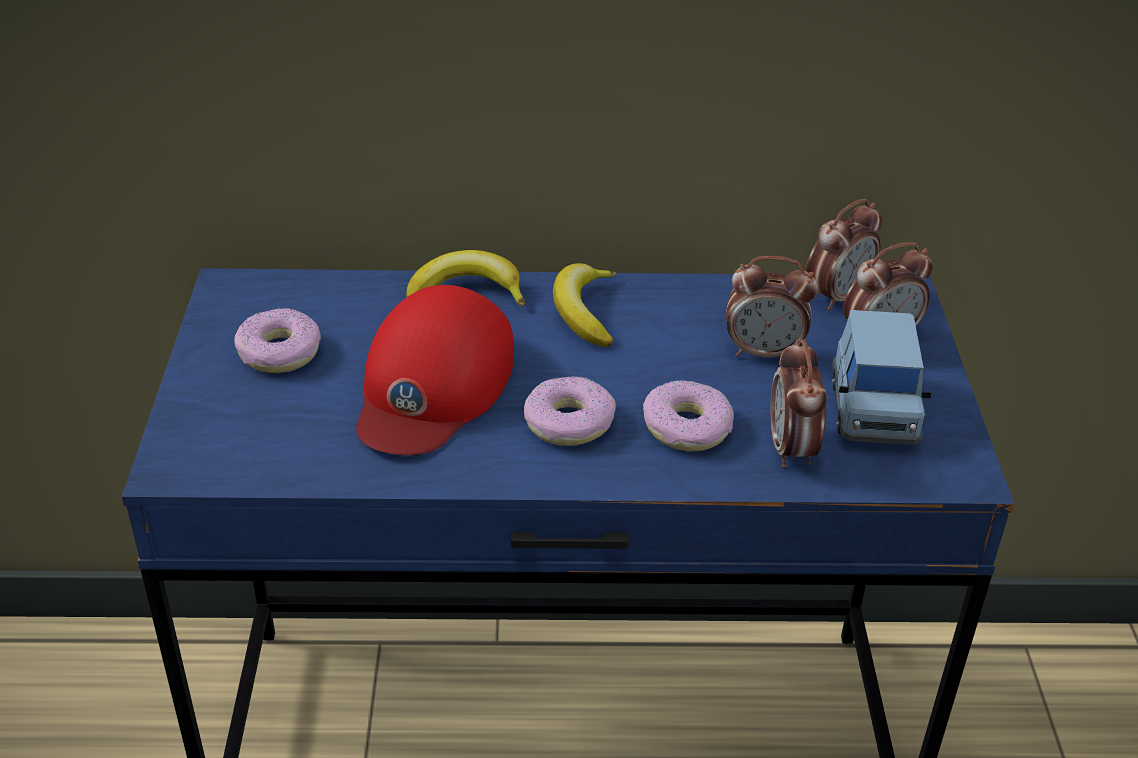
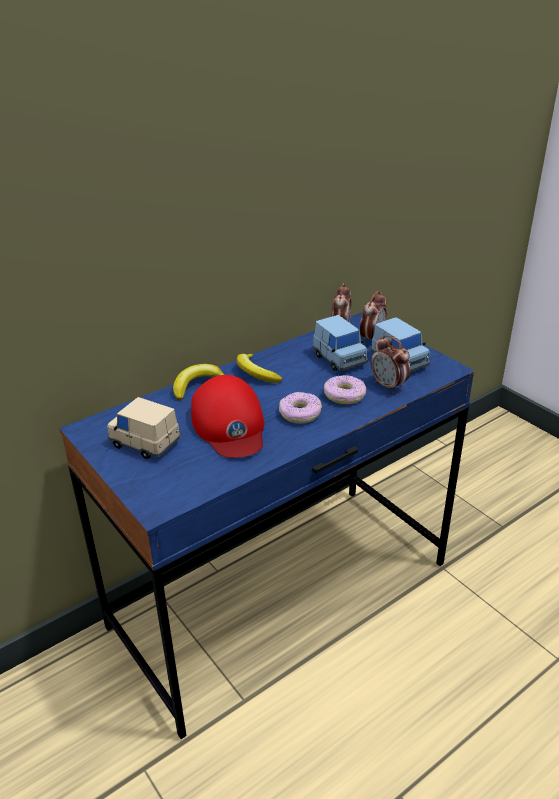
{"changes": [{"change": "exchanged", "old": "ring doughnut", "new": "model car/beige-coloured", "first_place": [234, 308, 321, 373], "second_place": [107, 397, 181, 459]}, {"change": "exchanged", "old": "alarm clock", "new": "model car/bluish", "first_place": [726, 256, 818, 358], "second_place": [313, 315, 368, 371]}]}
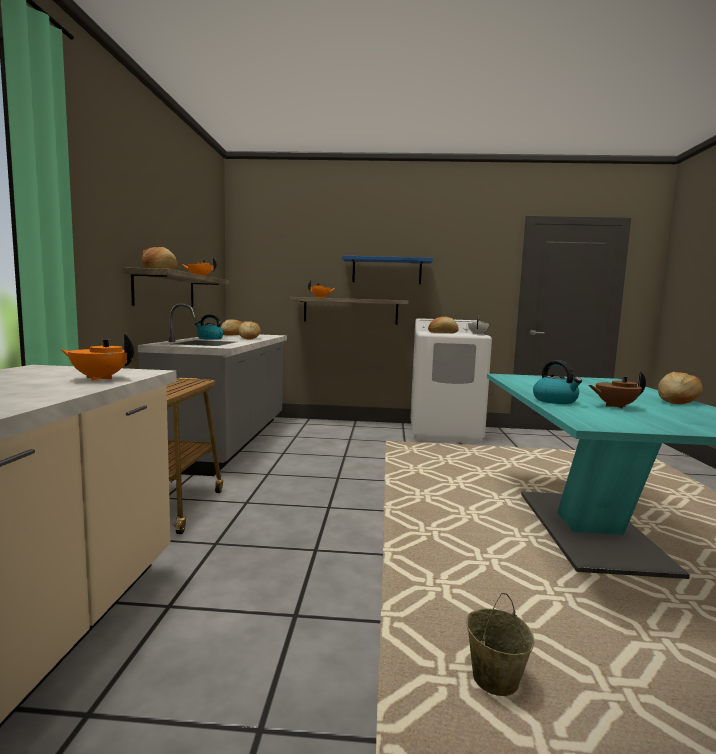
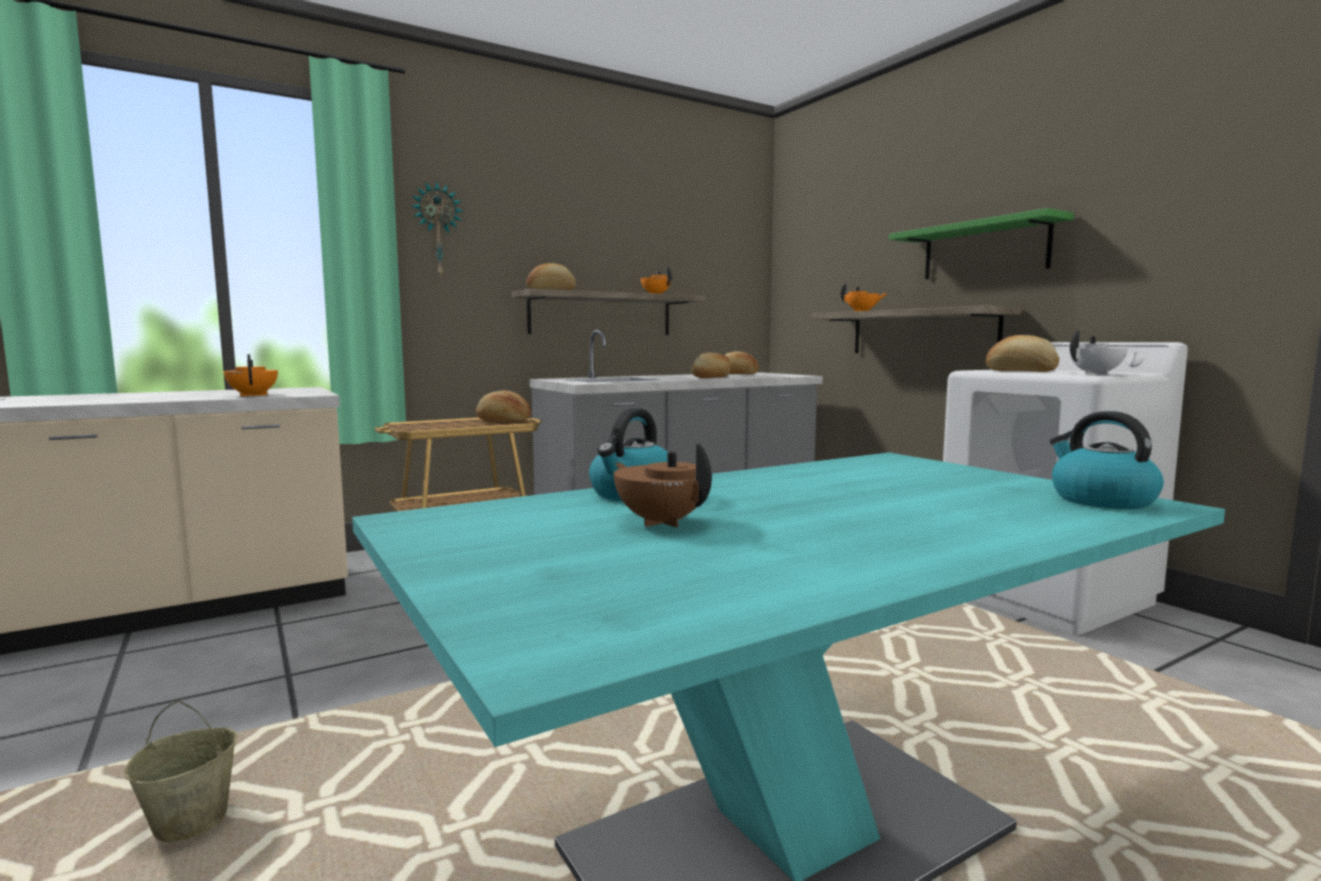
{"changes": [{"change": "relocated", "old": "water kettle", "first_place": [195, 315, 224, 340], "second_place": [1050, 411, 1164, 509]}, {"change": "colour", "old": "bracket shelf/bluish", "new": "bracket shelf/greenish", "first_place": [342, 256, 433, 284], "second_place": [889, 208, 1074, 279]}, {"change": "relocated", "old": "baked bread", "first_place": [658, 372, 703, 404], "second_place": [476, 391, 531, 421]}, {"change": "appeared", "new": "wall clock", "second_place": [412, 181, 463, 278]}]}
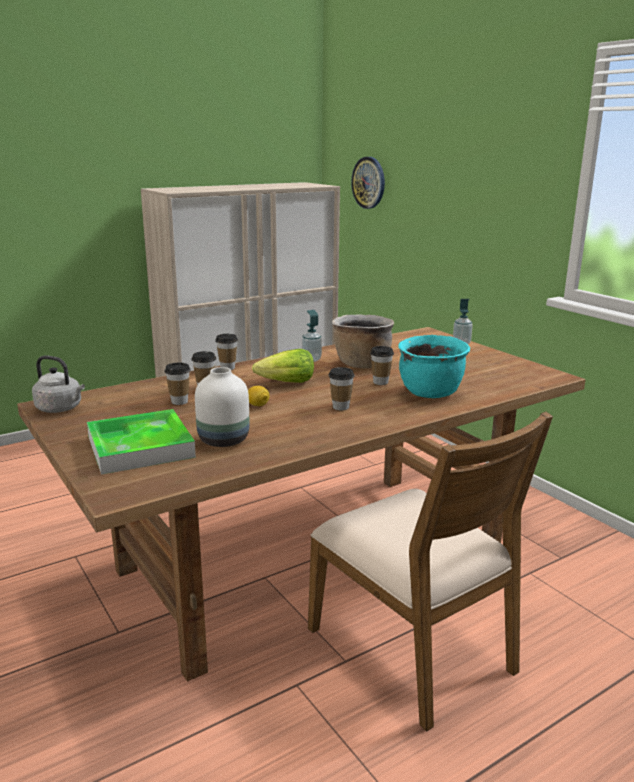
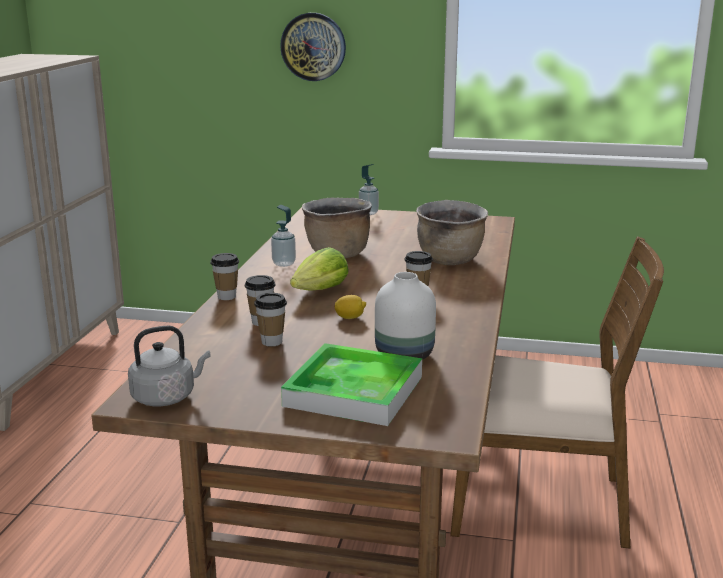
{"changes": [{"change": "relocated", "old": "wall clock", "first_place": [351, 157, 385, 209], "second_place": [280, 13, 346, 81]}, {"change": "missing", "old": "small cup", "first_place": [370, 346, 394, 385]}, {"change": "colour", "old": "stockpot/turquoise-coloured", "new": "stockpot/brownish", "first_place": [398, 335, 470, 398], "second_place": [416, 200, 488, 265]}]}
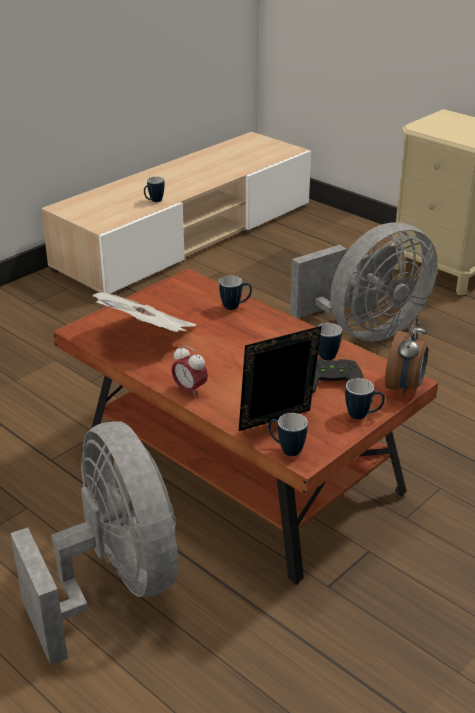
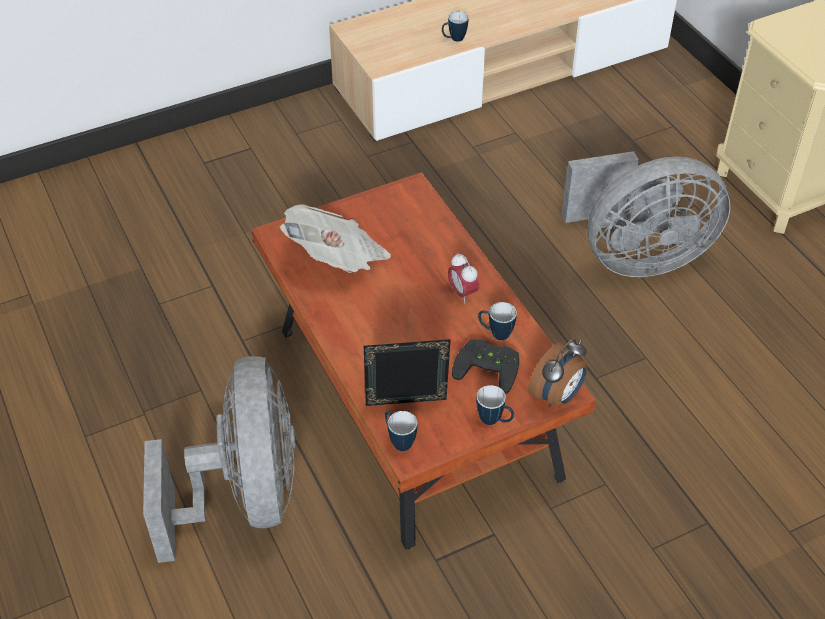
{"changes": [{"change": "relocated", "old": "alarm clock", "first_place": [171, 345, 208, 398], "second_place": [448, 253, 479, 303]}, {"change": "missing", "old": "mug", "first_place": [219, 275, 252, 310]}]}
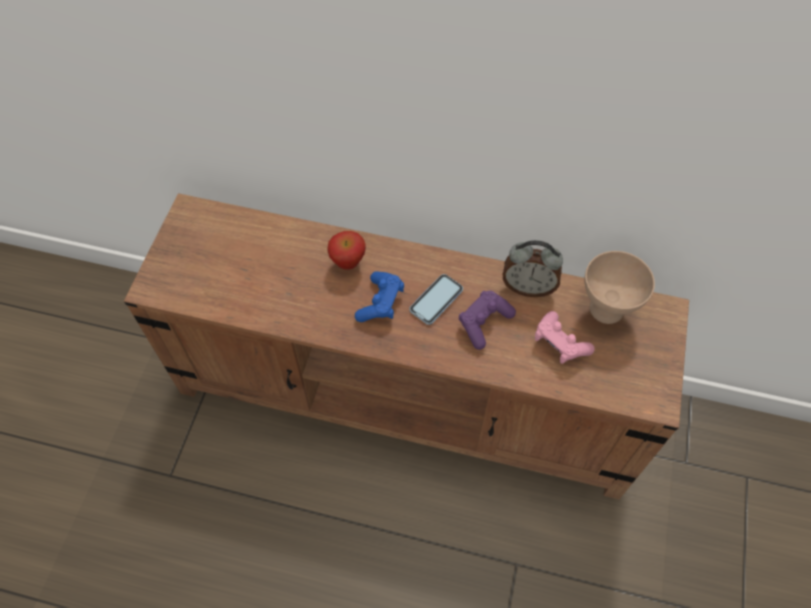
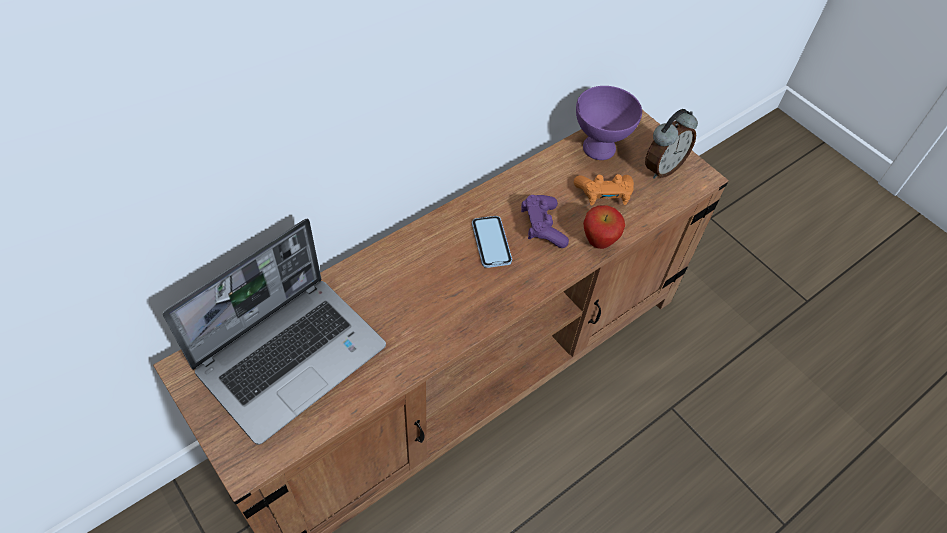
{"changes": [{"change": "relocated", "old": "apple", "first_place": [328, 231, 366, 270], "second_place": [583, 205, 625, 249]}, {"change": "missing", "old": "gamepad/bluish", "first_place": [355, 272, 404, 322]}, {"change": "relocated", "old": "alarm clock", "first_place": [503, 240, 563, 297], "second_place": [645, 109, 698, 179]}, {"change": "colour", "old": "gamepad/pinkish", "new": "gamepad/orangey", "first_place": [535, 311, 595, 364], "second_place": [574, 174, 634, 206]}, {"change": "colour", "old": "serving bowl/beige-coloured", "new": "serving bowl/purple-coloured", "first_place": [584, 251, 655, 324], "second_place": [576, 86, 642, 160]}, {"change": "appeared", "new": "laptop", "second_place": [163, 219, 386, 445]}]}
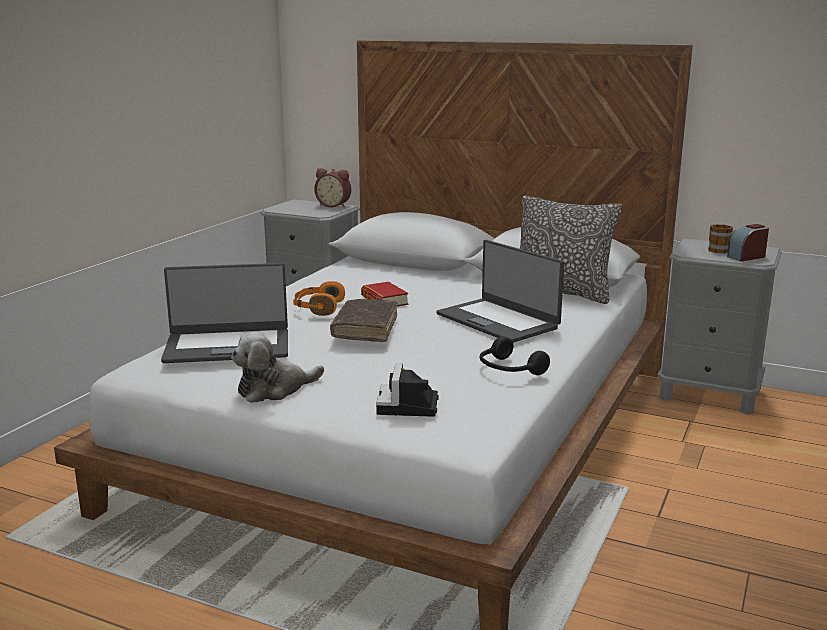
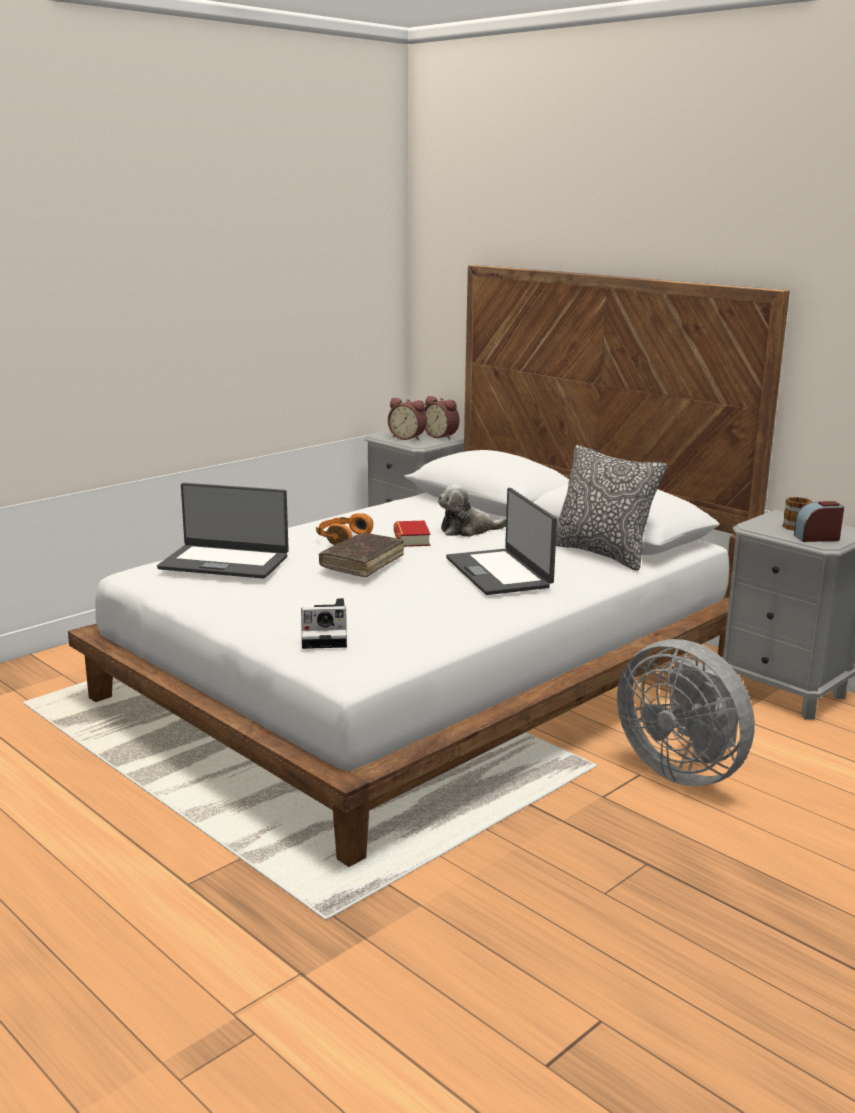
{"changes": [{"change": "relocated", "old": "plush toy", "first_place": [231, 332, 324, 403], "second_place": [438, 484, 506, 537]}, {"change": "spun", "old": "photo camera", "first_place": [376, 363, 439, 417], "second_place": [301, 598, 347, 649], "degrees": -120}, {"change": "missing", "old": "headset/black-coloured", "first_place": [480, 336, 550, 375]}, {"change": "appeared", "new": "alarm clock", "second_place": [388, 398, 427, 440]}, {"change": "appeared", "new": "electric fan/grey", "second_place": [617, 639, 755, 786]}]}
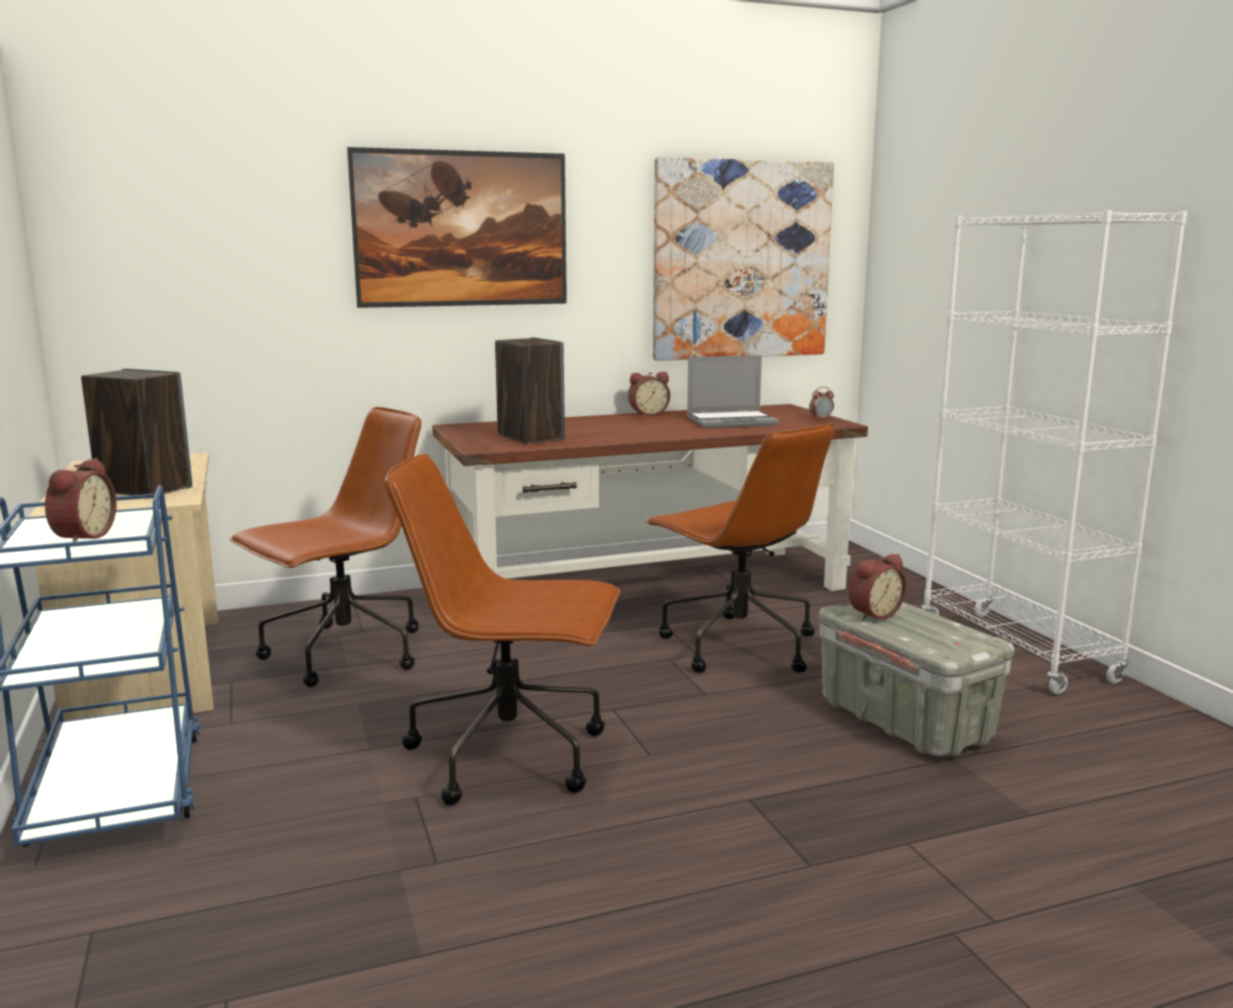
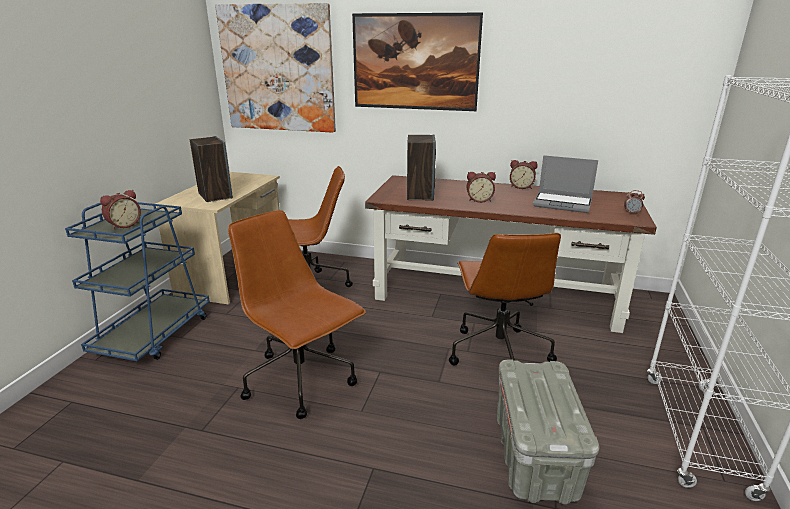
{"changes": [{"change": "relocated", "old": "wall art", "first_place": [653, 157, 834, 361], "second_place": [215, 3, 336, 133]}, {"change": "relocated", "old": "alarm clock", "first_place": [849, 554, 907, 621], "second_place": [467, 172, 496, 203]}]}
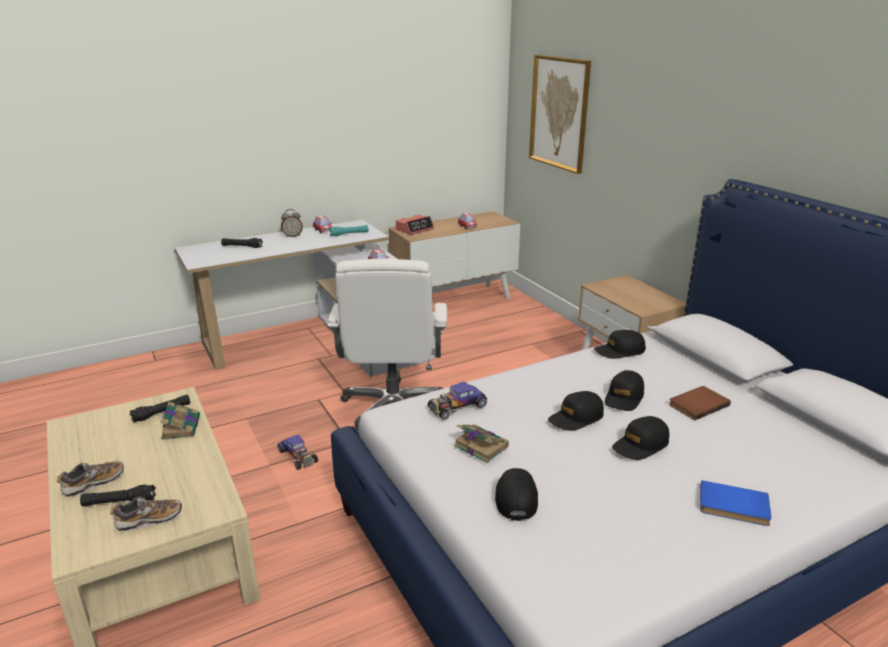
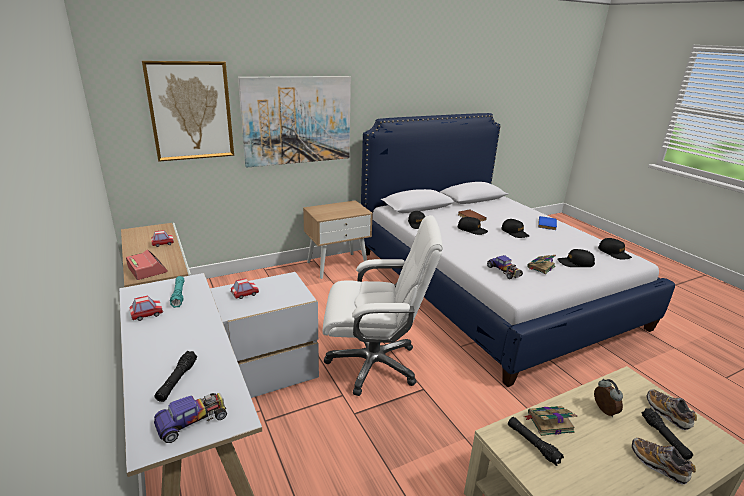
{"changes": [{"change": "relocated", "old": "model car", "first_place": [278, 435, 318, 470], "second_place": [154, 393, 227, 443]}, {"change": "relocated", "old": "alarm clock", "first_place": [281, 209, 303, 237], "second_place": [594, 379, 623, 417]}, {"change": "relocated", "old": "baseball cap/black-coloured", "first_place": [548, 391, 604, 431], "second_place": [598, 238, 632, 259]}, {"change": "appeared", "new": "wall art", "second_place": [238, 76, 351, 168]}]}
